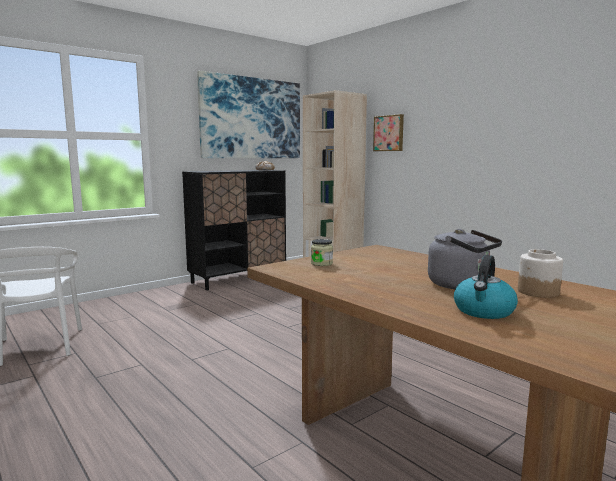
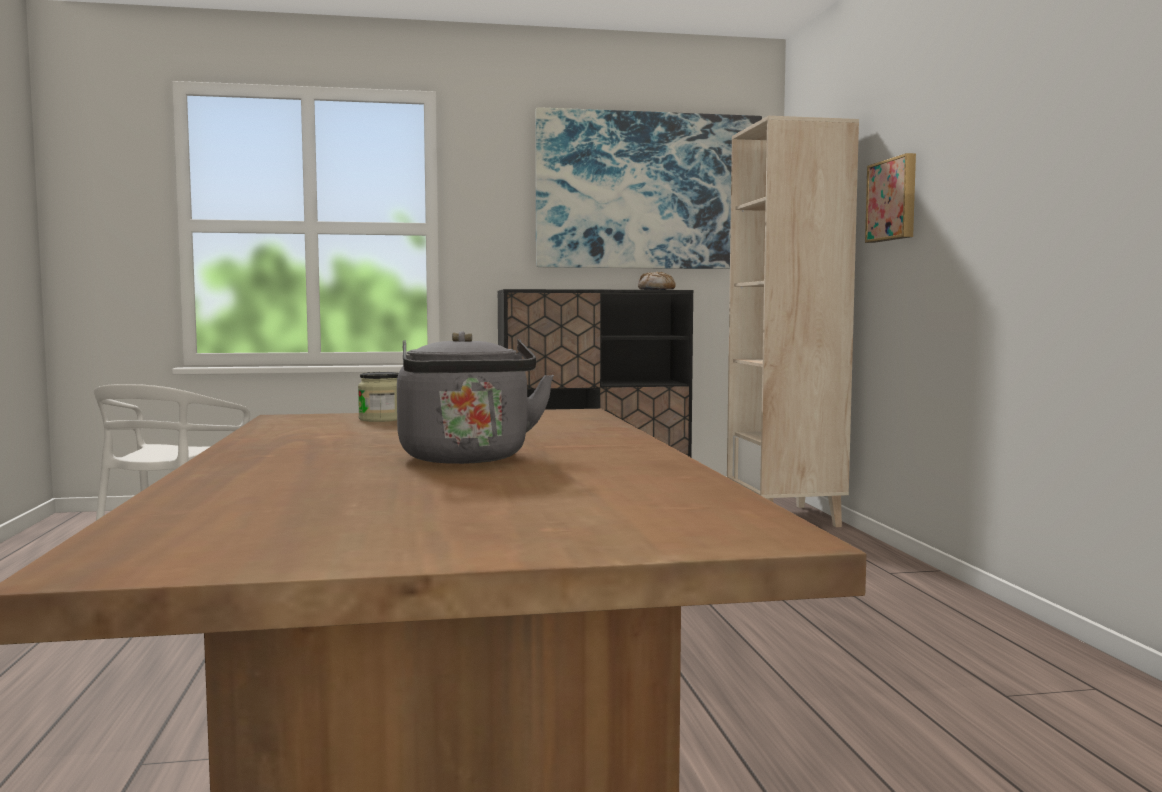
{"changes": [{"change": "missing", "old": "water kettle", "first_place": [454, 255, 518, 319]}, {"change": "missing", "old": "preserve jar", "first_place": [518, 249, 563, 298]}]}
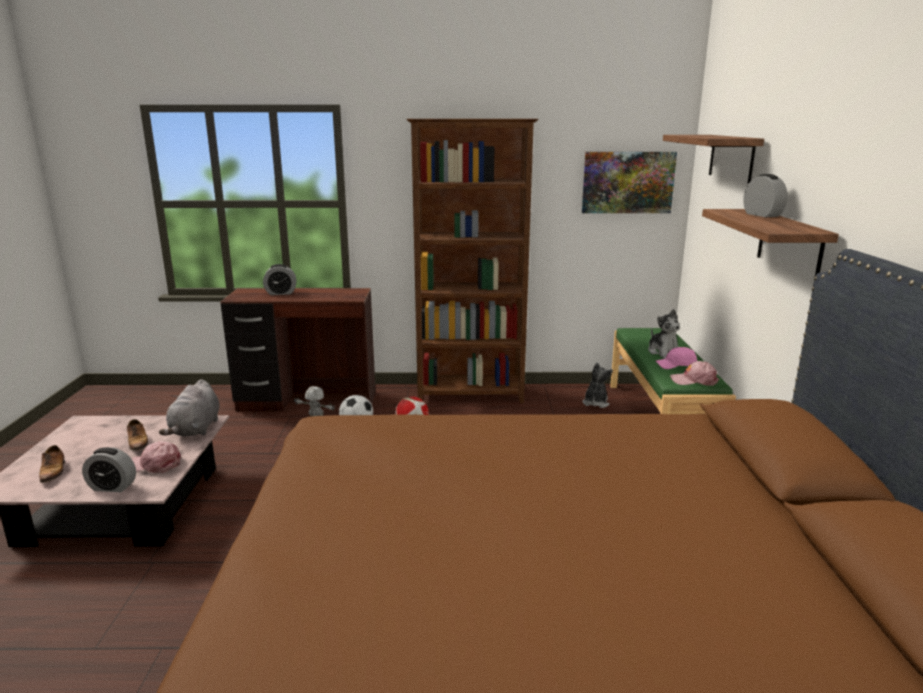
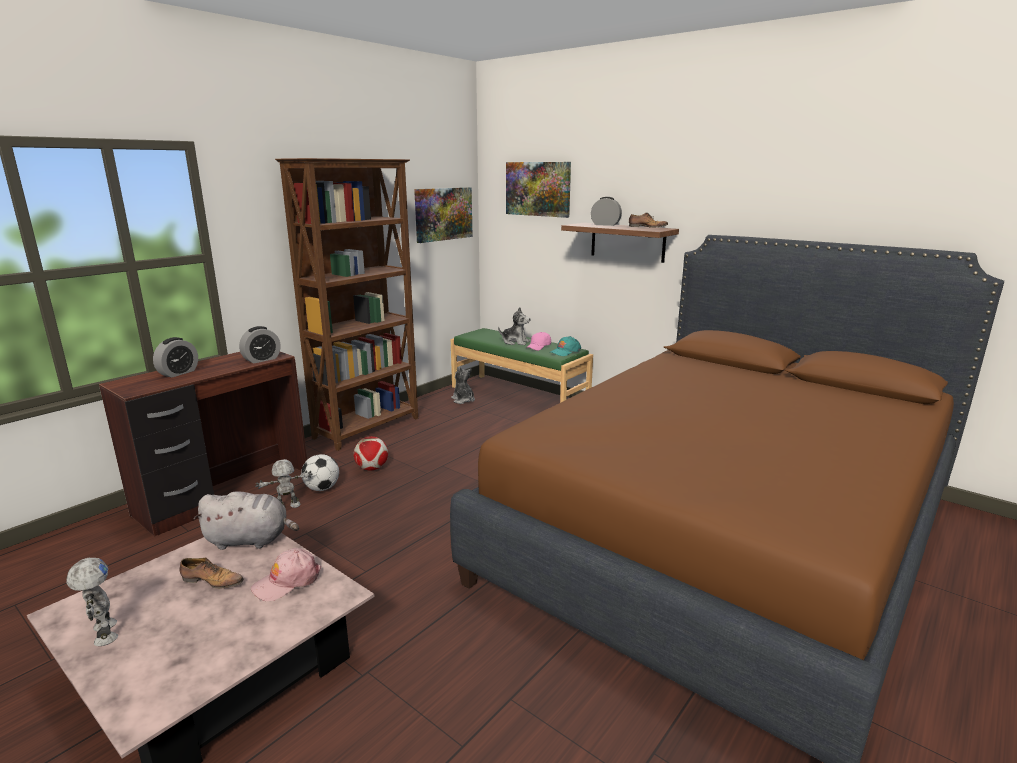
{"changes": [{"change": "relocated", "old": "low shoe", "first_place": [39, 445, 65, 483], "second_place": [629, 213, 668, 228]}, {"change": "relocated", "old": "alarm clock", "first_place": [82, 447, 136, 492], "second_place": [239, 326, 281, 364]}, {"change": "spun", "old": "plush toy/grey", "first_place": [159, 379, 220, 436], "second_place": [194, 491, 299, 550], "degrees": -45}, {"change": "exchanged", "old": "bracket shelf", "new": "wall art", "first_place": [663, 135, 764, 184], "second_place": [506, 162, 571, 218]}, {"change": "colour", "old": "baseball cap/pinkish", "new": "baseball cap/turquoise-coloured", "first_place": [670, 361, 719, 386], "second_place": [551, 336, 581, 356]}, {"change": "appeared", "new": "model robot", "second_place": [66, 558, 118, 646]}]}
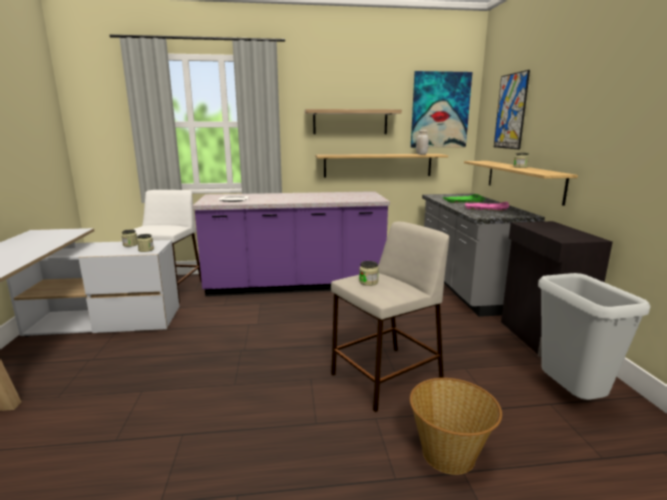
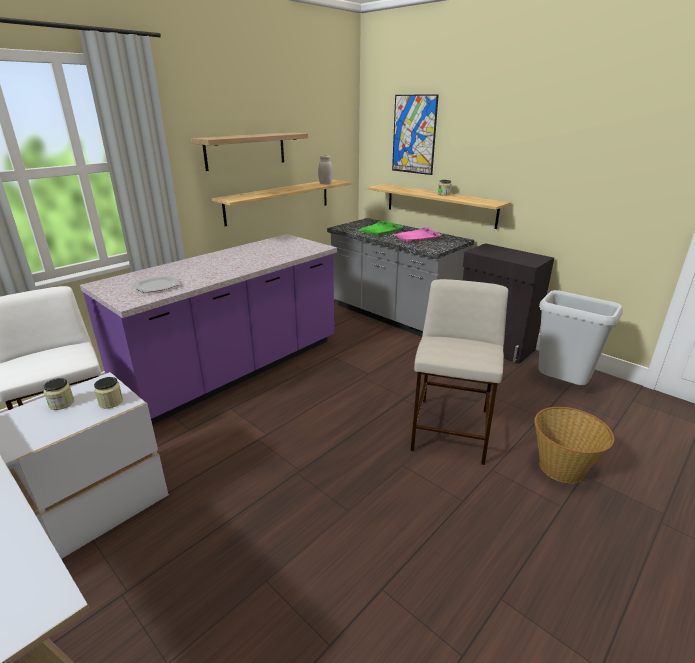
{"changes": [{"change": "missing", "old": "preserve jar", "first_place": [359, 261, 379, 286]}, {"change": "missing", "old": "wall art", "first_place": [411, 71, 472, 148]}]}
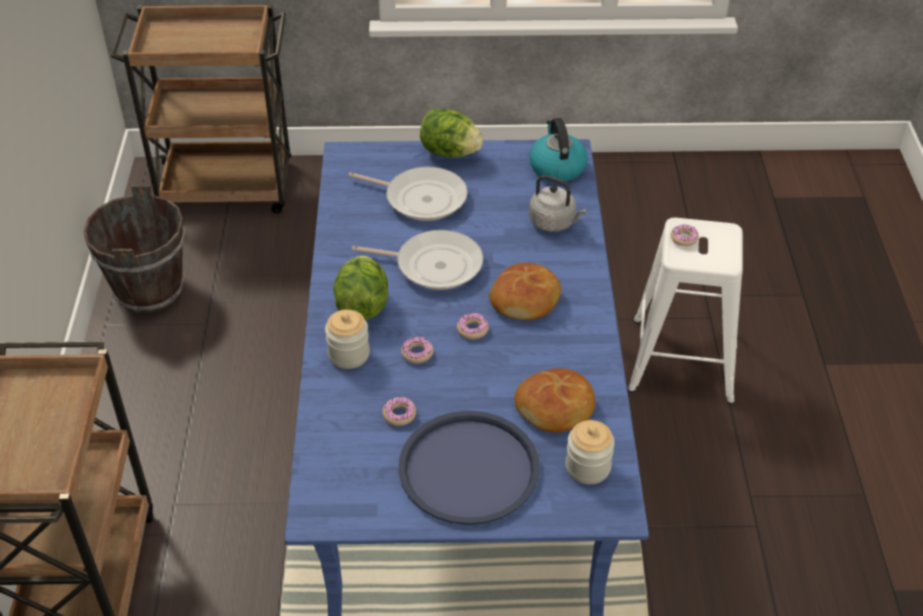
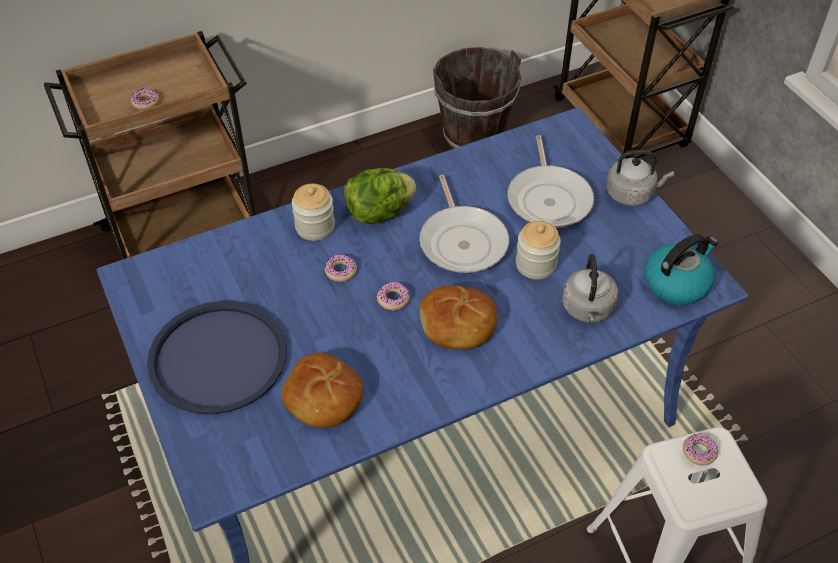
{"changes": [{"change": "relocated", "old": "ring doughnut", "first_place": [382, 397, 416, 426], "second_place": [131, 88, 159, 110]}, {"change": "exchanged", "old": "lettuce head", "new": "water kettle/grey", "first_place": [420, 109, 483, 158], "second_place": [606, 150, 674, 206]}, {"change": "relocated", "old": "preserve jar", "first_place": [566, 420, 615, 484], "second_place": [516, 221, 561, 279]}]}
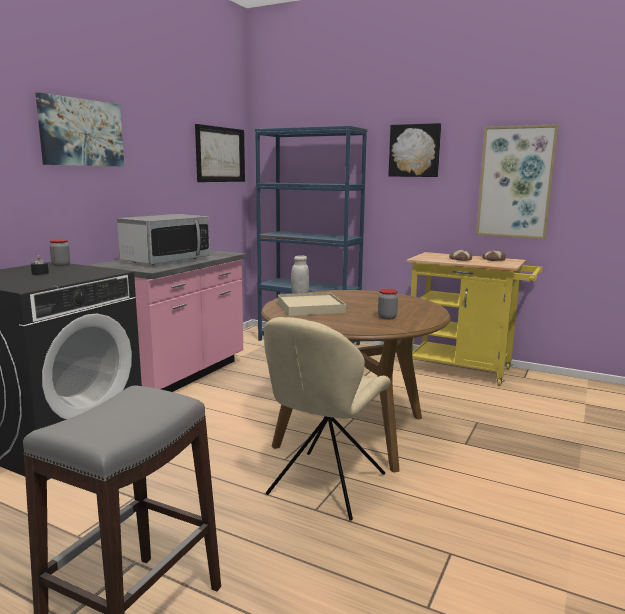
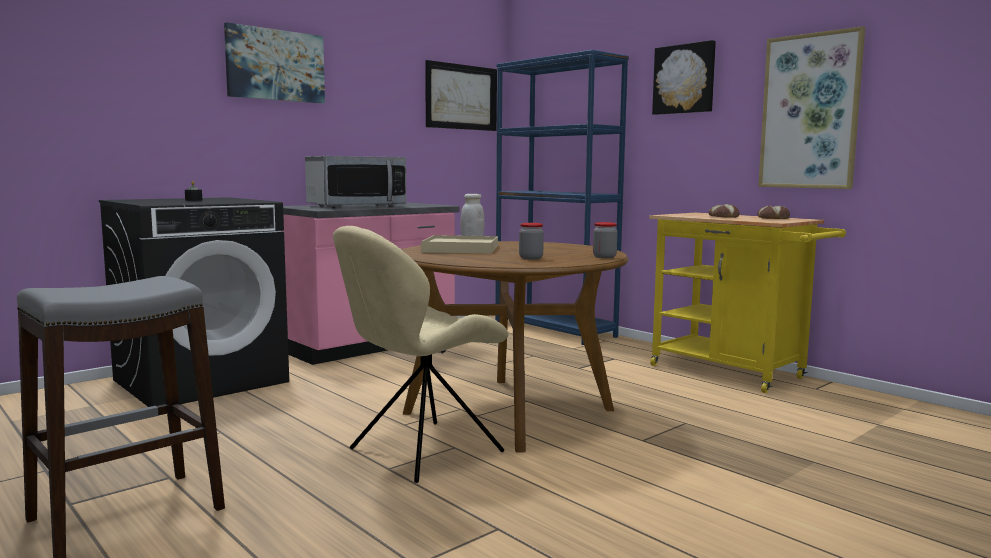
{"changes": [{"change": "relocated", "old": "preserve jar", "first_place": [50, 239, 70, 266], "second_place": [593, 222, 617, 258]}]}
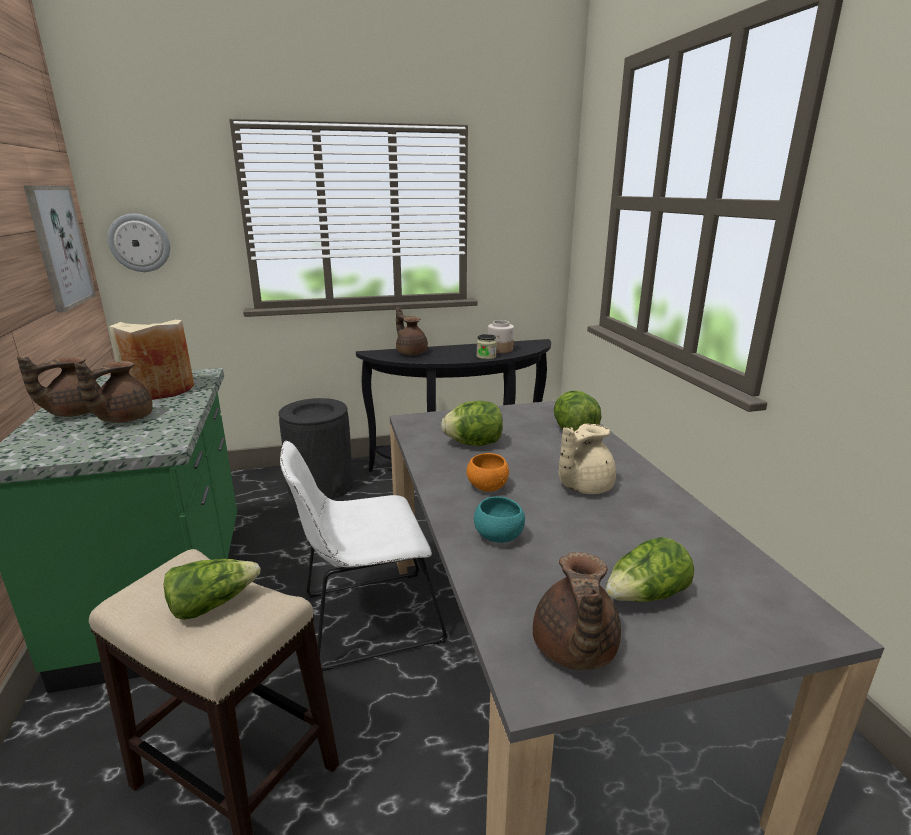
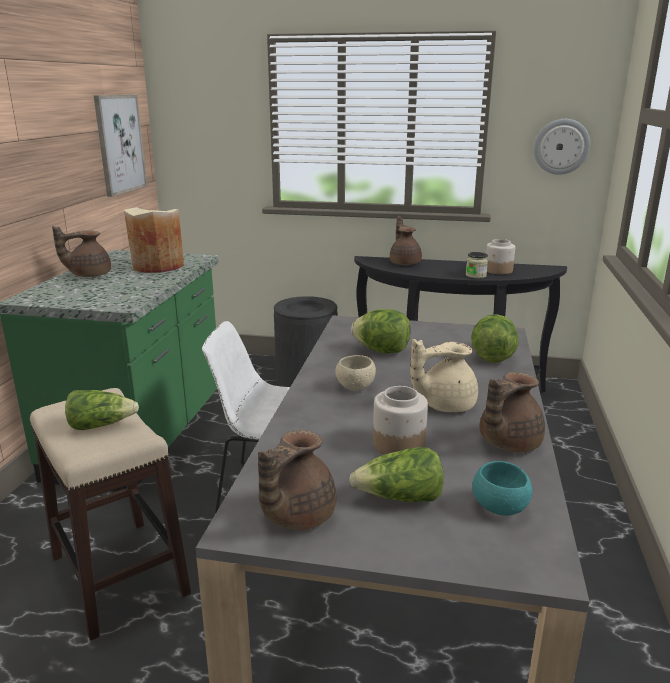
{"changes": [{"change": "relocated", "old": "tea pot/brownish", "first_place": [74, 361, 153, 423], "second_place": [479, 372, 545, 453]}, {"change": "relocated", "old": "wall clock", "first_place": [108, 214, 170, 272], "second_place": [534, 119, 590, 175]}, {"change": "colour", "old": "serving bowl/orangey", "new": "serving bowl/beige-coloured", "first_place": [467, 453, 509, 492], "second_place": [335, 355, 376, 391]}, {"change": "relocated", "old": "serving bowl/turquoise-coloured", "first_place": [474, 496, 525, 543], "second_place": [473, 461, 532, 516]}, {"change": "appeared", "new": "preserve jar", "second_place": [373, 386, 428, 455]}]}
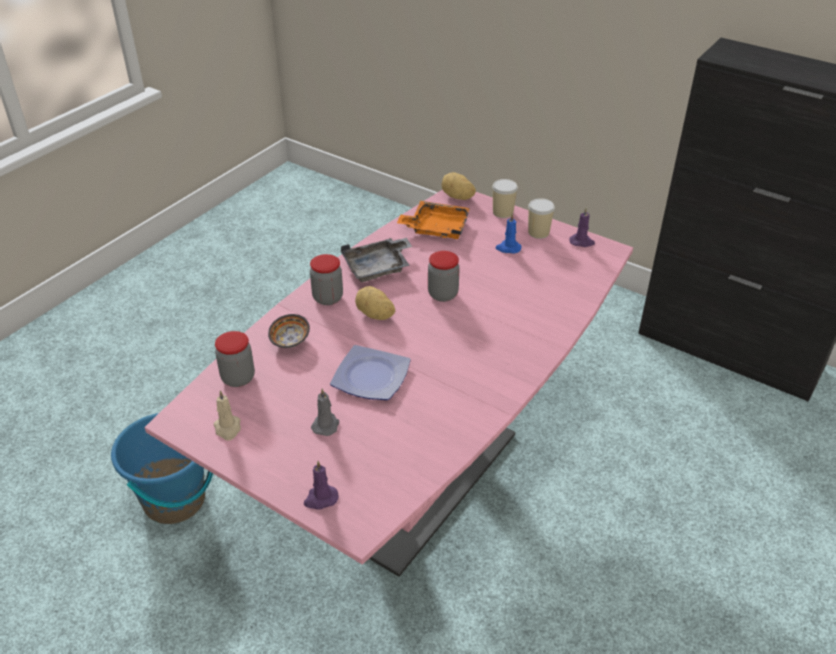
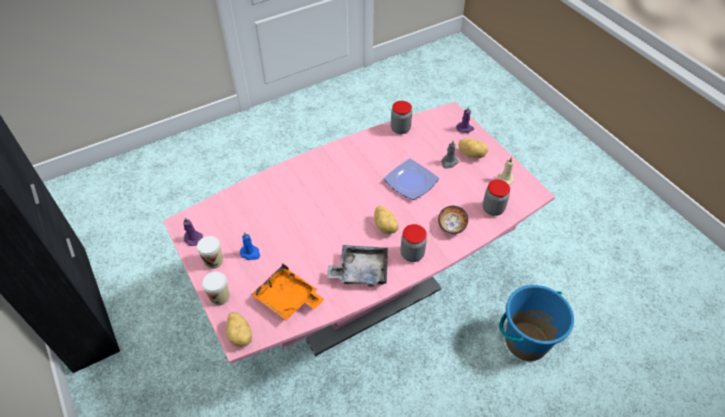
{"changes": [{"change": "relocated", "old": "preserve jar", "first_place": [428, 251, 460, 302], "second_place": [391, 101, 412, 134]}, {"change": "appeared", "new": "whole potato", "second_place": [458, 138, 488, 158]}]}
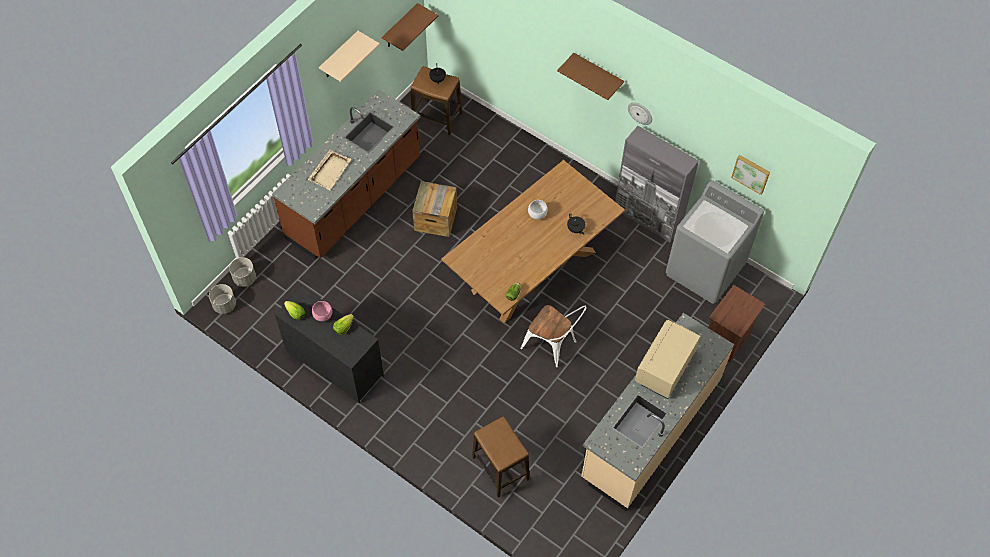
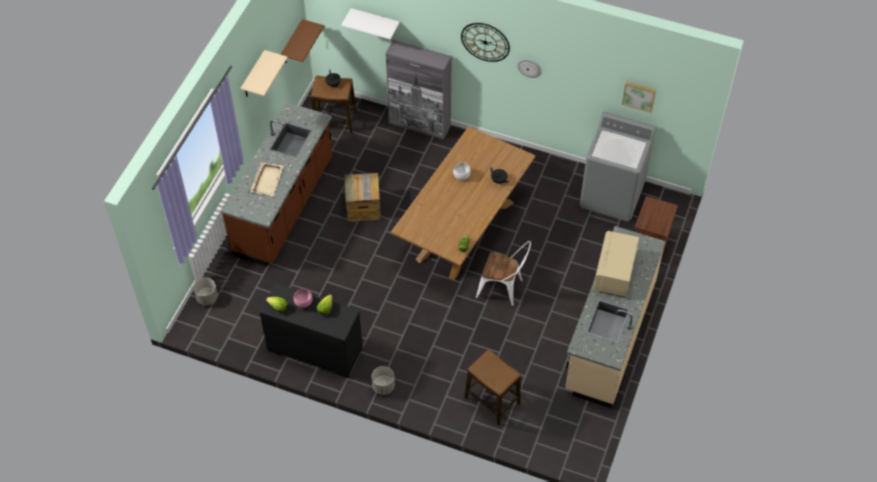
{"changes": [{"change": "relocated", "old": "flower pot/grey", "first_place": [209, 284, 236, 314], "second_place": [371, 366, 395, 395]}, {"change": "exchanged", "old": "bracket shelf/brownish", "new": "wall clock", "first_place": [557, 53, 624, 100], "second_place": [461, 23, 510, 62]}, {"change": "relocated", "old": "storage cabinet/grey", "first_place": [615, 126, 699, 242], "second_place": [386, 40, 452, 139]}, {"change": "appeared", "new": "bracket shelf/white", "second_place": [341, 8, 400, 40]}]}
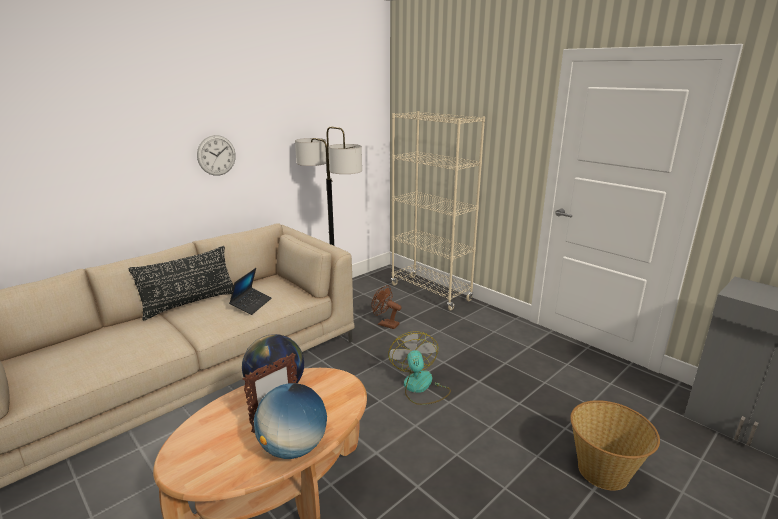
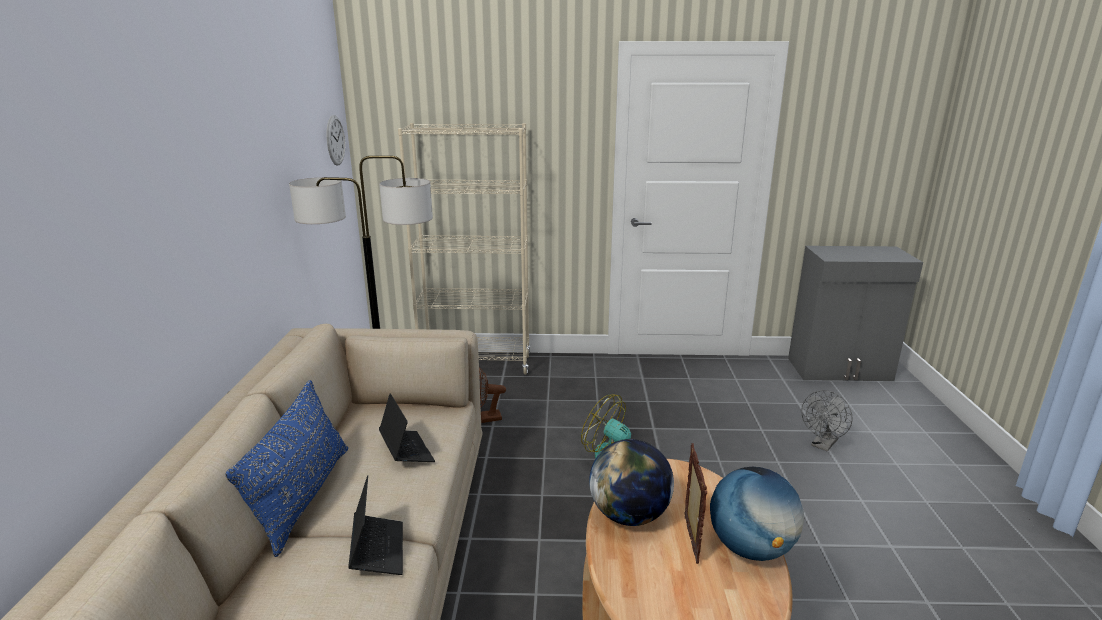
{"changes": [{"change": "colour", "old": "cushion/black-coloured", "new": "cushion/bluish", "first_place": [129, 246, 234, 320], "second_place": [225, 380, 348, 557]}, {"change": "relocated", "old": "wall clock", "first_place": [197, 135, 236, 176], "second_place": [327, 115, 345, 165]}, {"change": "exchanged", "old": "storage basket", "new": "electric fan/grey", "first_place": [570, 400, 660, 491], "second_place": [801, 390, 853, 452]}, {"change": "appeared", "new": "laptop", "second_place": [348, 475, 403, 575]}]}
